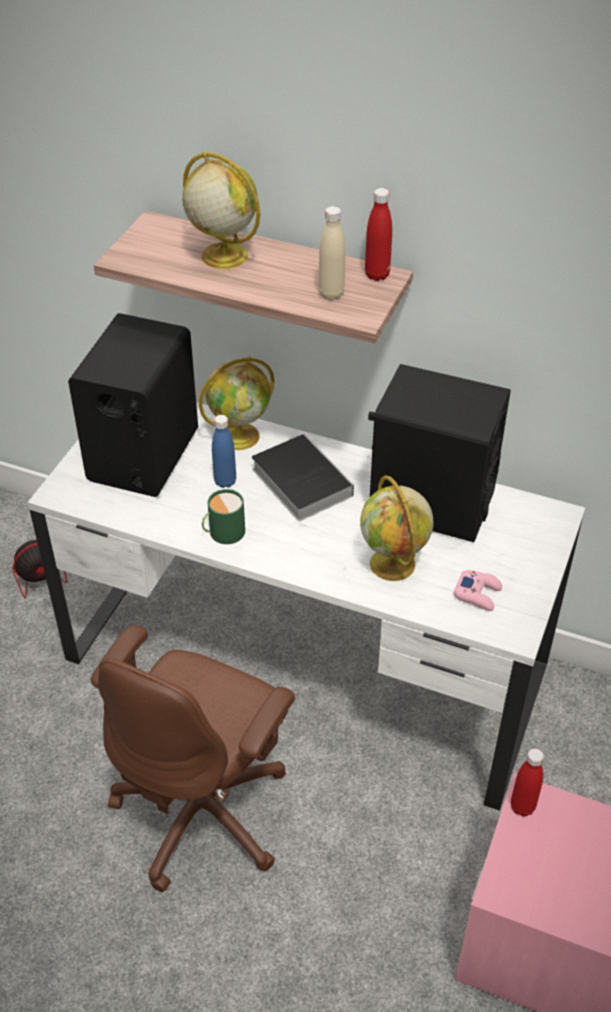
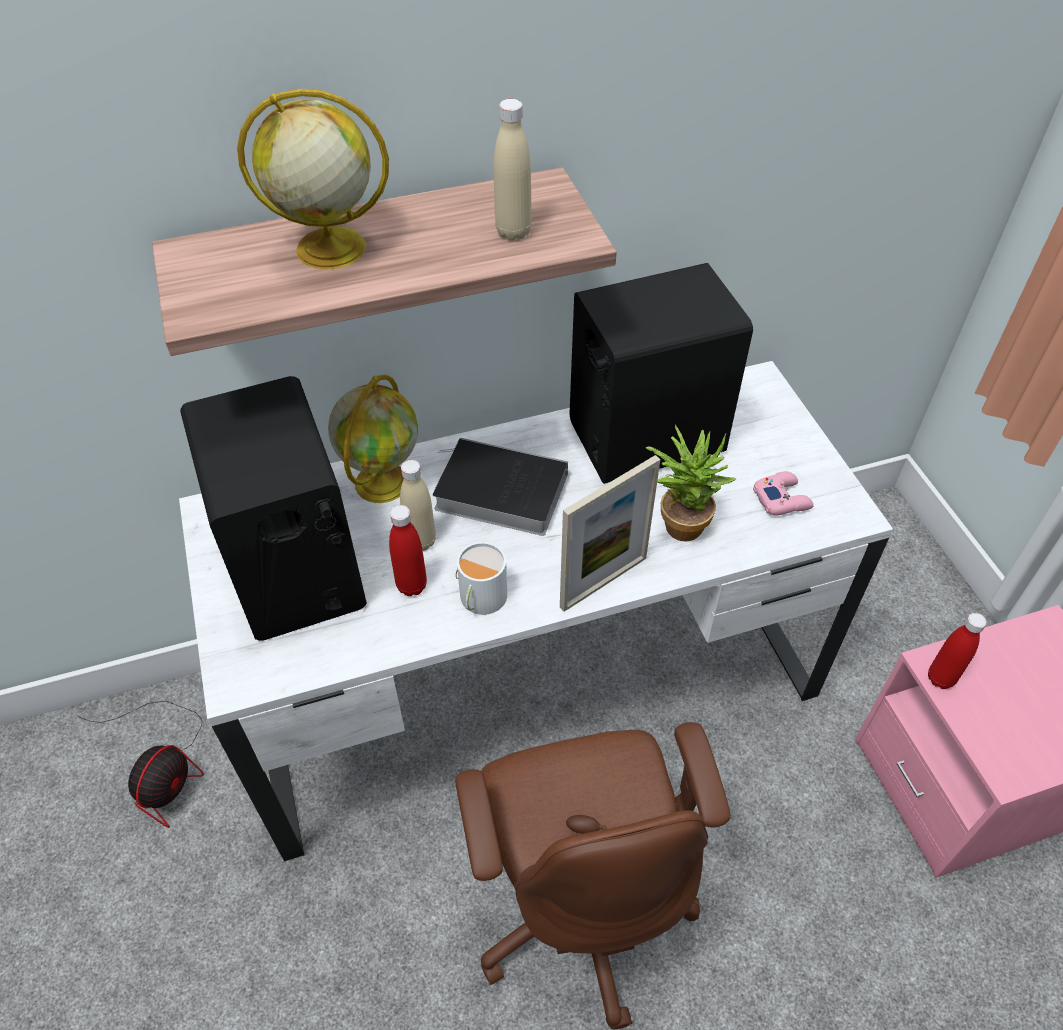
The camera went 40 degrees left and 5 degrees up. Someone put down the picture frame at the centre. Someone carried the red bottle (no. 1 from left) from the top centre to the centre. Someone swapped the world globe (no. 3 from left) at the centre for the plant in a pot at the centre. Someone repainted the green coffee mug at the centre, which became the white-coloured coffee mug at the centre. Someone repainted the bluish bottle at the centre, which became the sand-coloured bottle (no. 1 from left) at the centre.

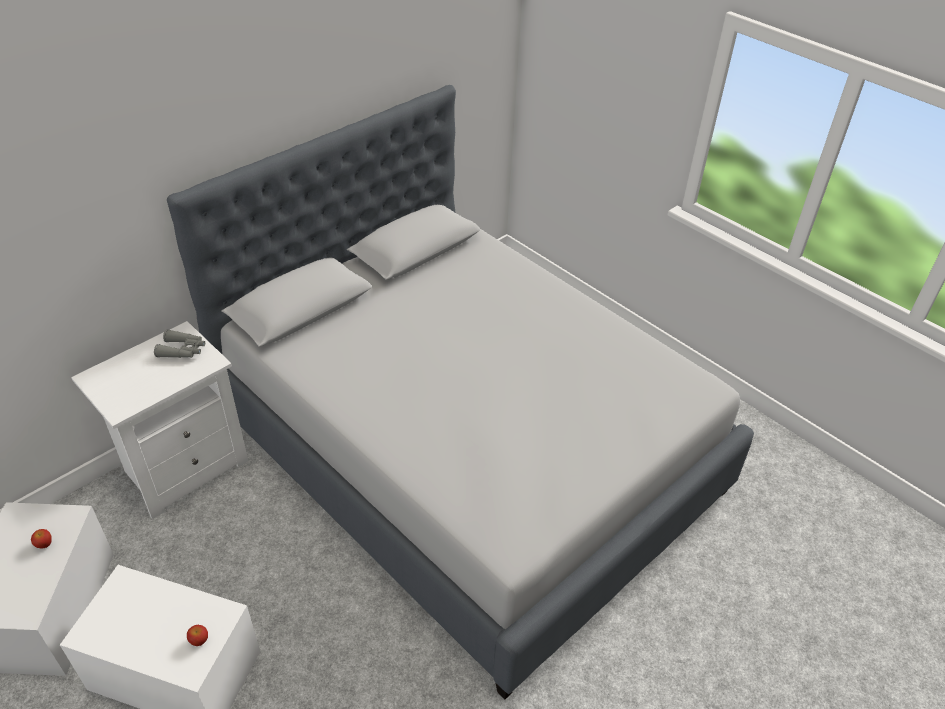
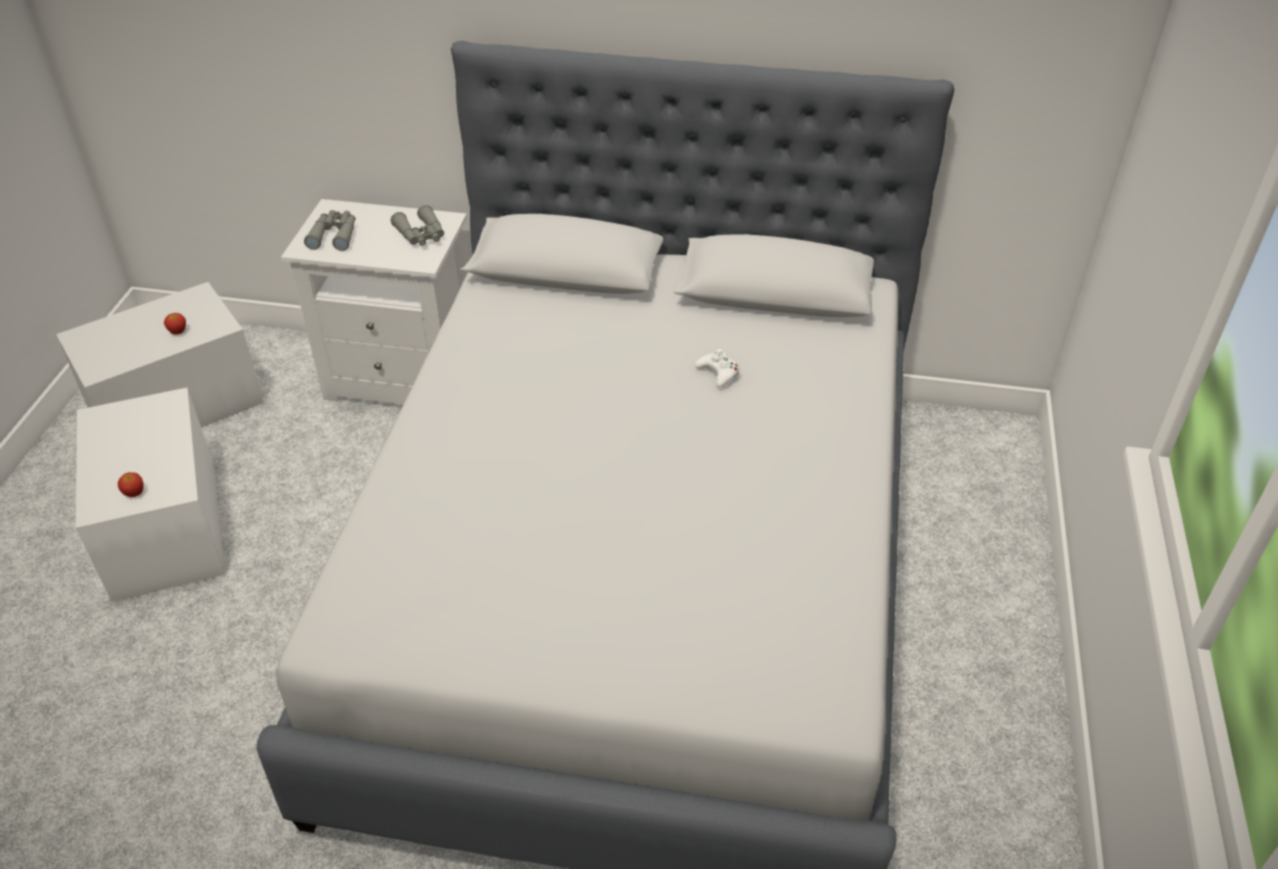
The camera went 55 degrees right and 0 degrees up. Someone put down the gray pair of binoculars (no. 1 from left) at the top left. Someone put down the white-coloured game controller at the centre.

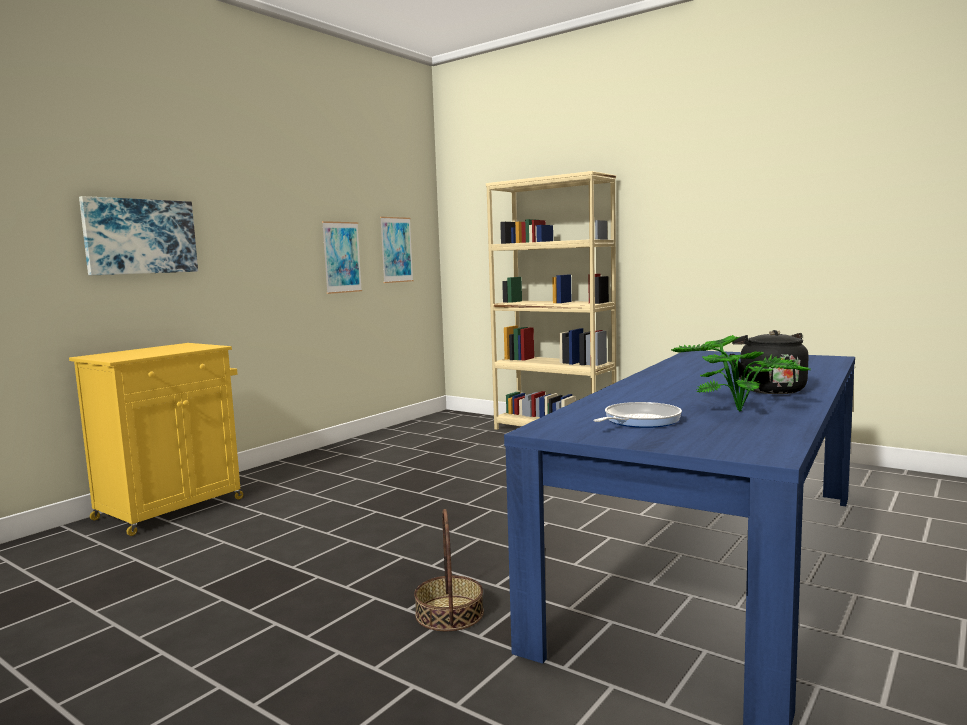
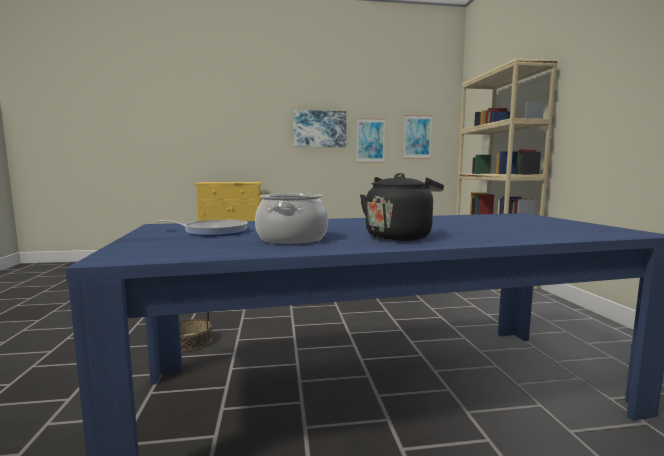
The camera went 45 degrees right and 0 degrees up. Someone carried the wall art (no. 1 from left) from the top left to the top centre. Someone swapped the plant in a pot at the middle right for the saucepot at the centre.

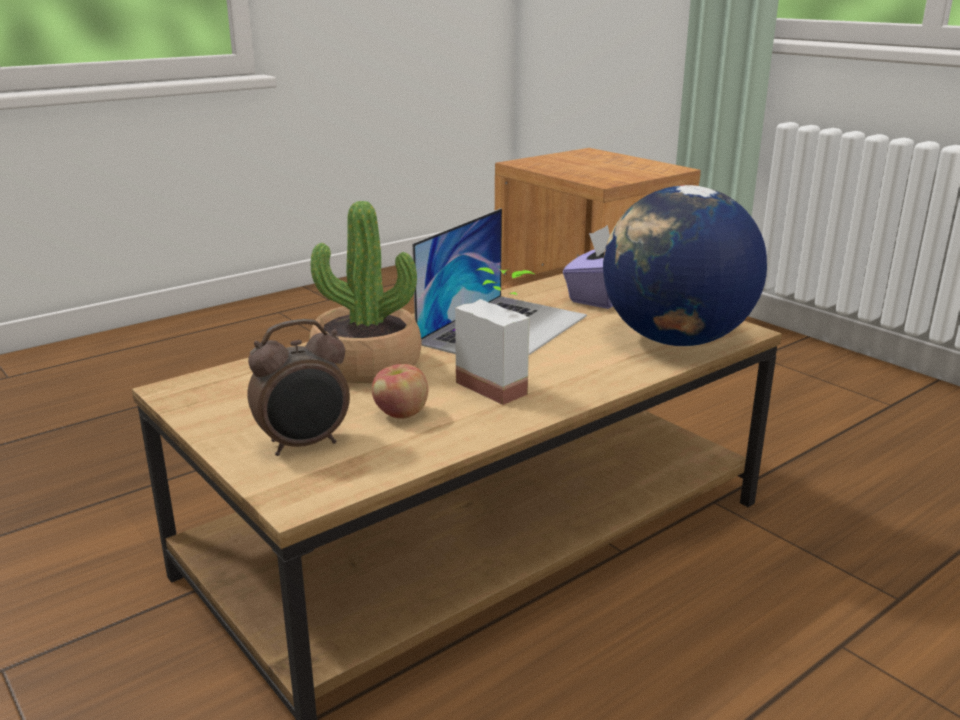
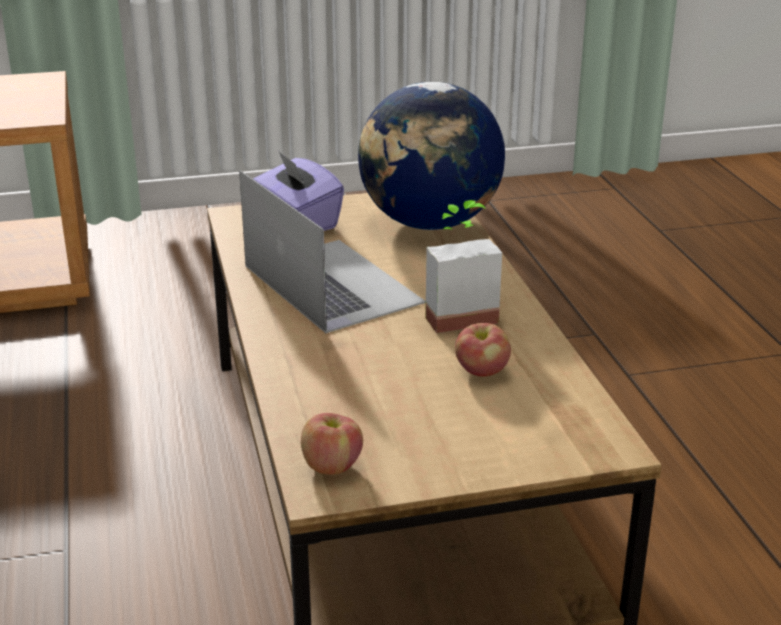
The camera went 65 degrees left and 5 degrees up. Someone took away the alarm clock at the middle left. Someone took away the plant in a pot (no. 1 from left) at the centre. Someone put down the whole apple (no. 1 from left) at the bottom centre.

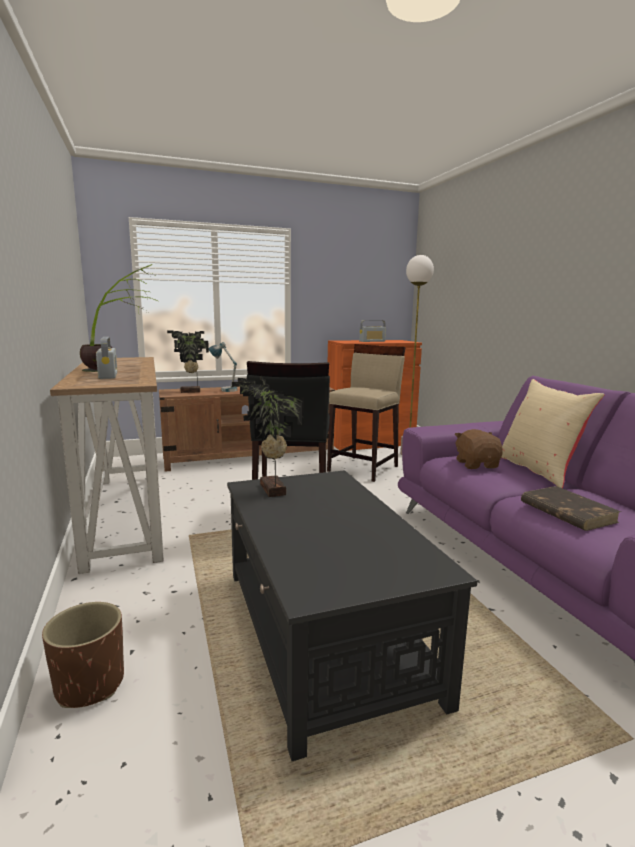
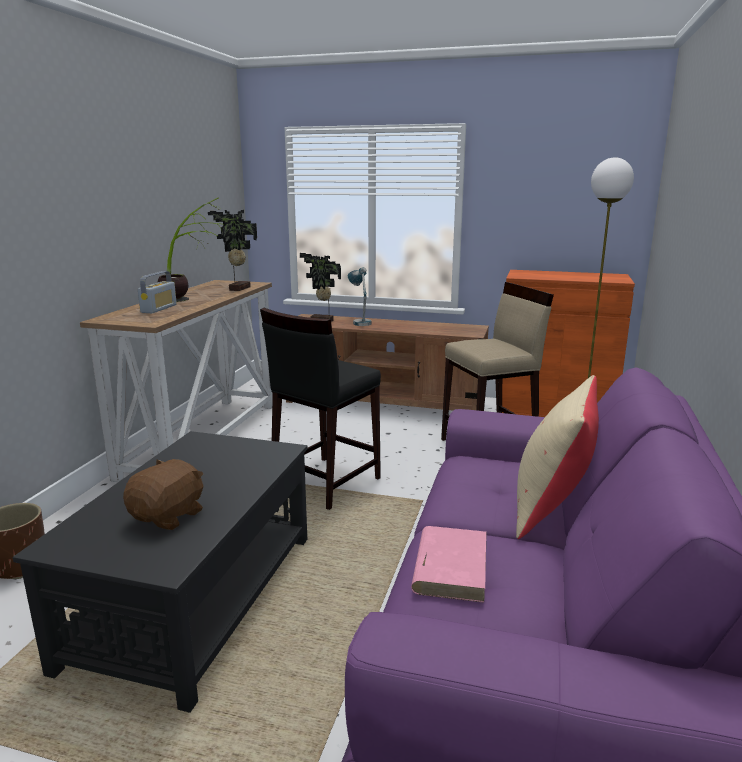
The camera went 35 degrees right and 5 degrees up. Someone took away the radio set (no. 2 from left) at the centre. Someone carried the plant in a pot (no. 3 from left in the first image) from the centre to the top left. Someone carried the brownish soft toy from the middle right to the middle left. Someone repainted the brownish volume at the middle right, which became the pink-coloured volume at the bottom centre.

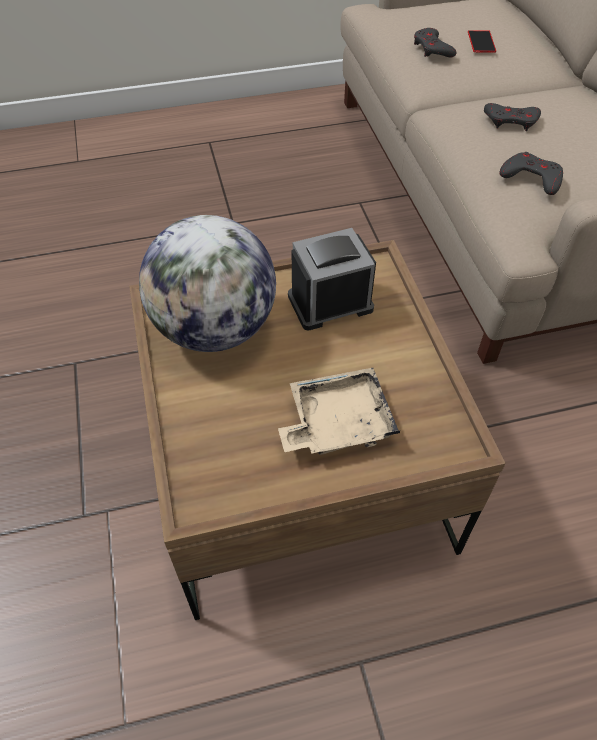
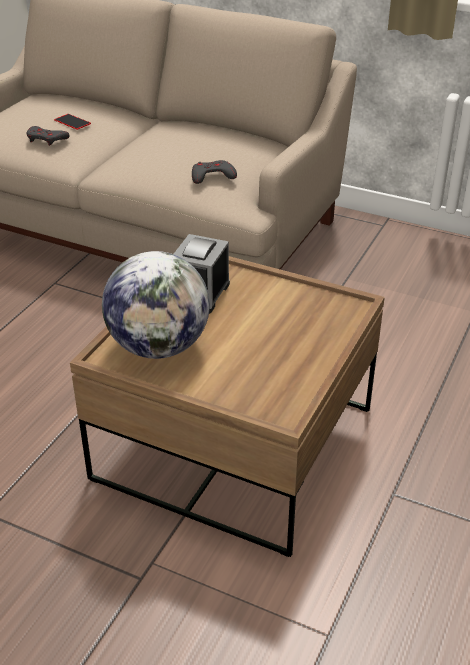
The camera went 50 degrees left and 15 degrees down. Someone took away the sand-coloured tray at the centre. Someone took away the gray game controller (no. 2 from left) at the top right.

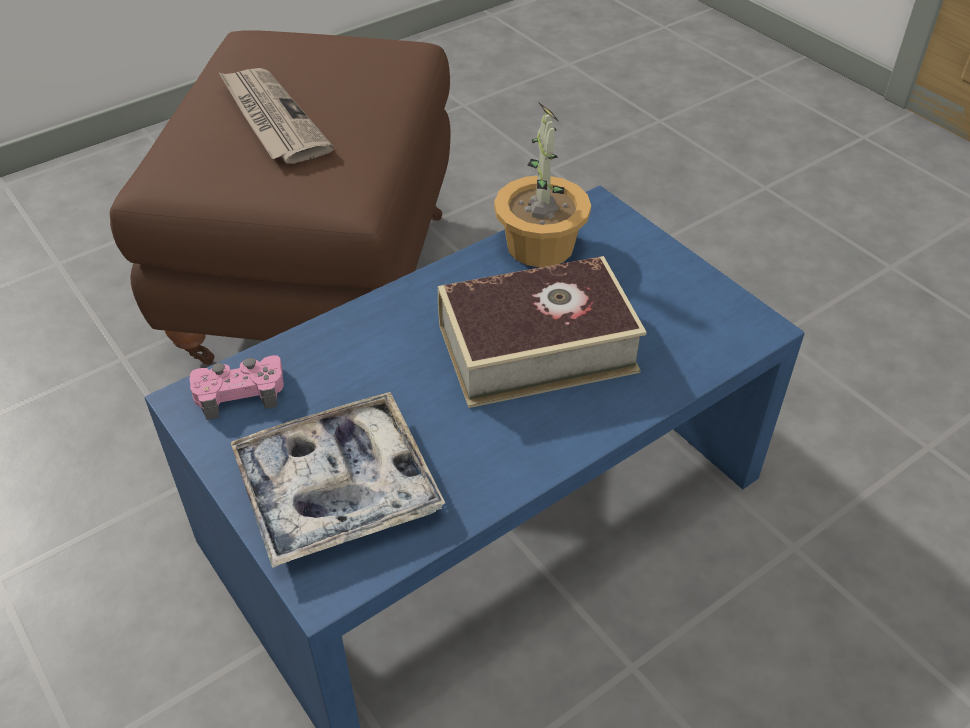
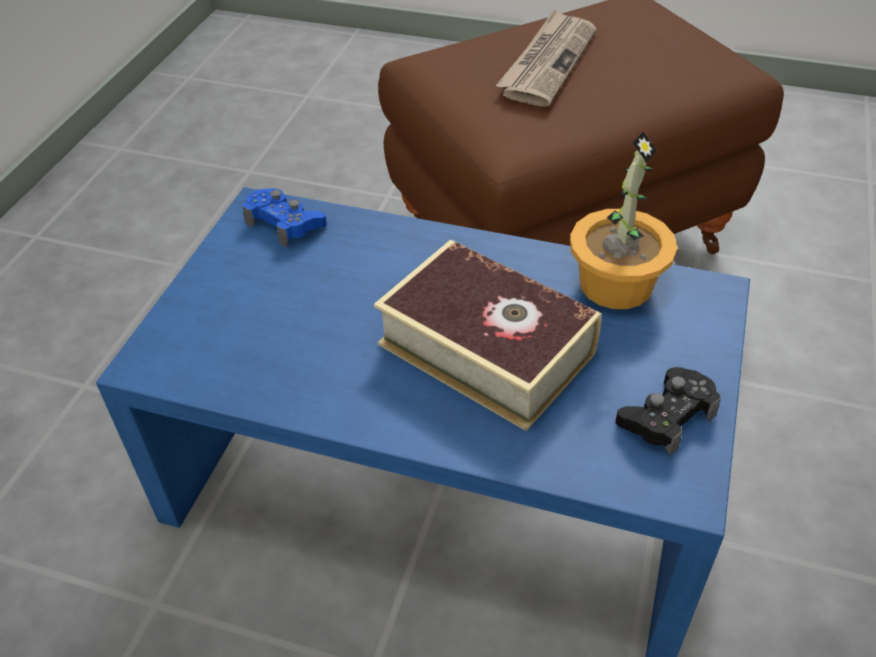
The camera went 55 degrees right and 0 degrees up. Someone took away the tray at the centre. Someone put down the black game controller at the middle right. Someone repainted the pink-coloured game controller at the middle left, which became the bluish game controller at the top left.

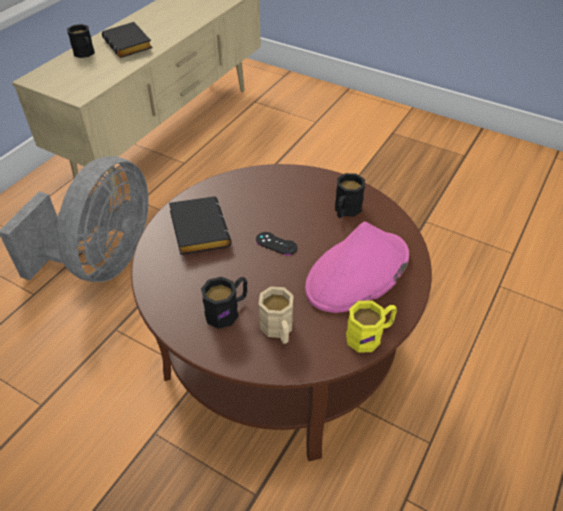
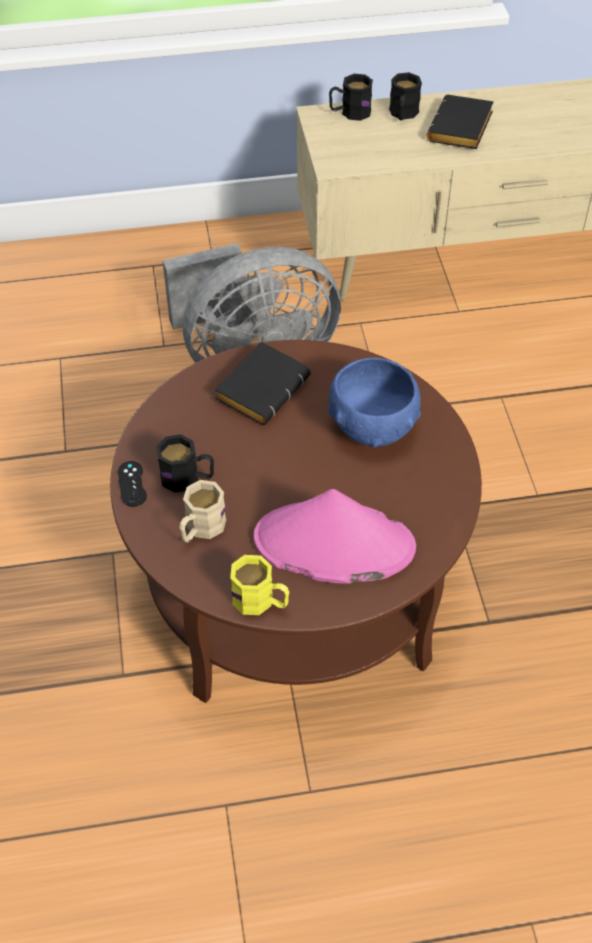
The camera went 50 degrees right and 5 degrees up. Someone put down the bluish deep dish at the centre. Someone carried the black game controller from the centre to the middle left. Someone carried the black coffee mug (no. 3 from left in the first image) from the centre to the top centre.

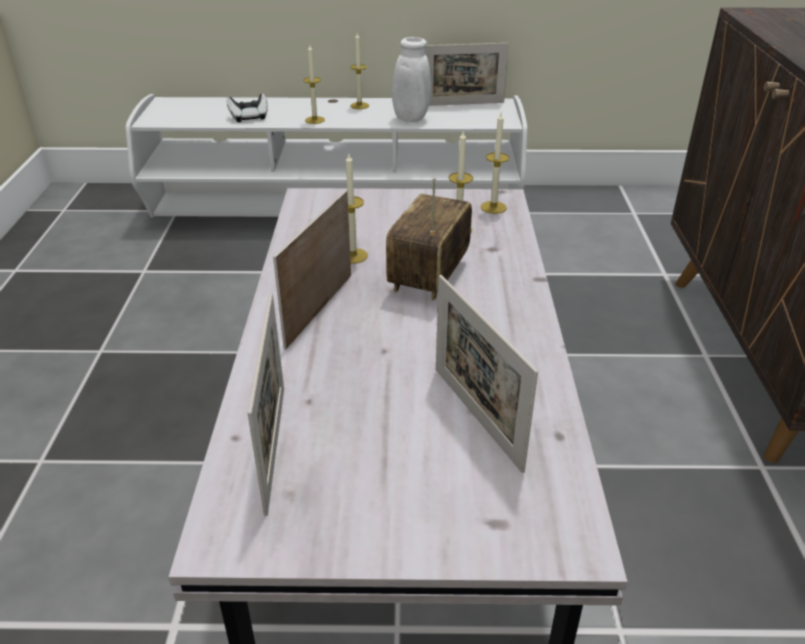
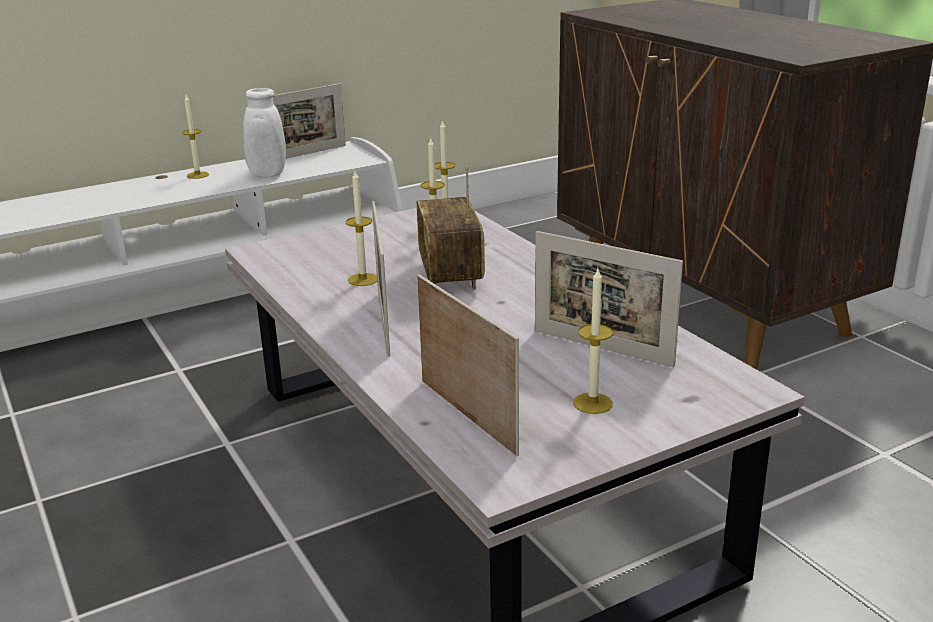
The camera went 30 degrees left and 10 degrees down. Someone took away the game controller at the top left. Someone carried the candle (no. 1 from left in the first image) from the top centre to the centre.

